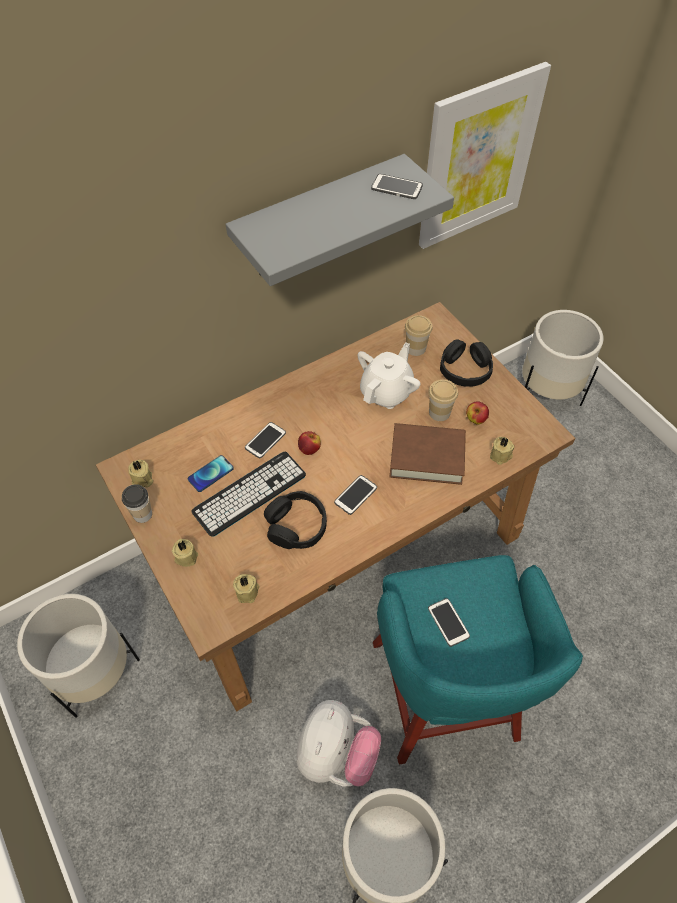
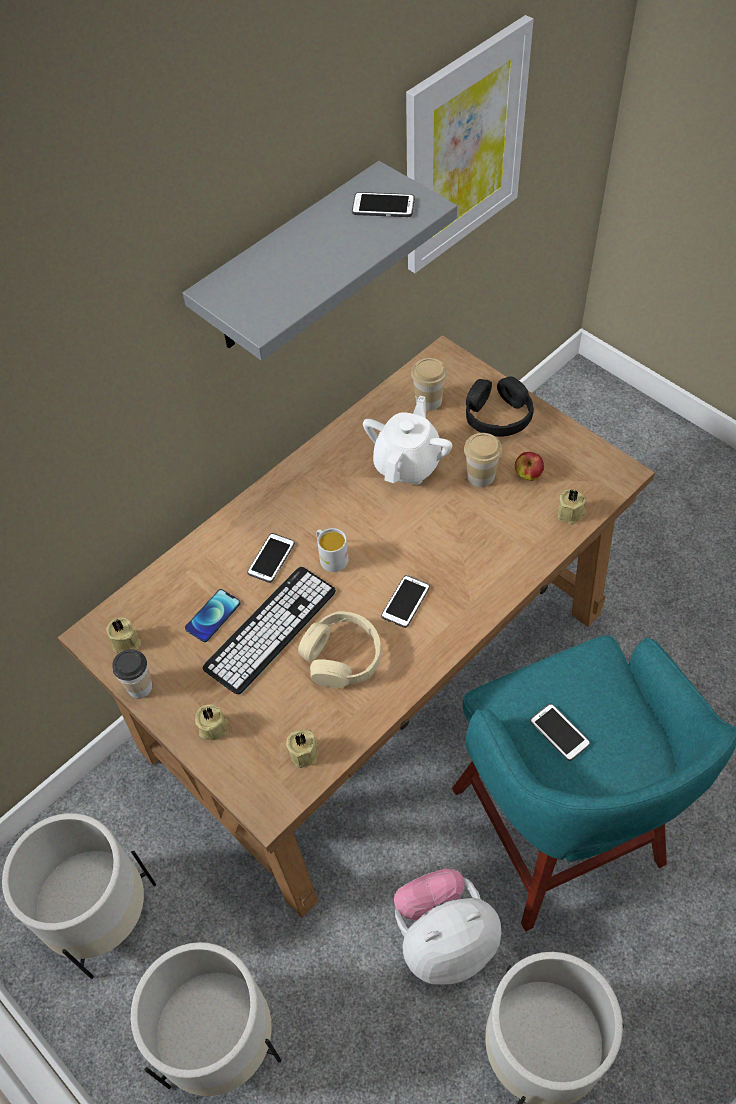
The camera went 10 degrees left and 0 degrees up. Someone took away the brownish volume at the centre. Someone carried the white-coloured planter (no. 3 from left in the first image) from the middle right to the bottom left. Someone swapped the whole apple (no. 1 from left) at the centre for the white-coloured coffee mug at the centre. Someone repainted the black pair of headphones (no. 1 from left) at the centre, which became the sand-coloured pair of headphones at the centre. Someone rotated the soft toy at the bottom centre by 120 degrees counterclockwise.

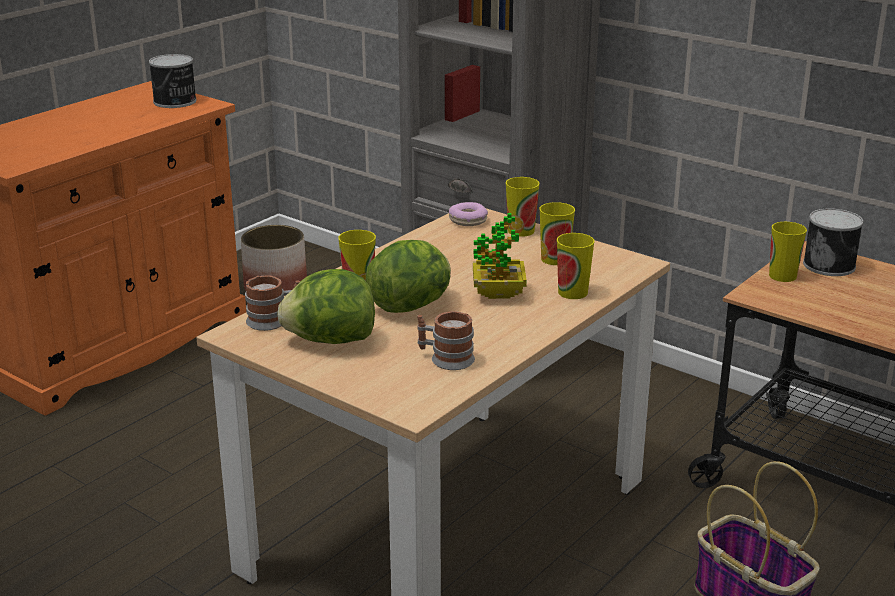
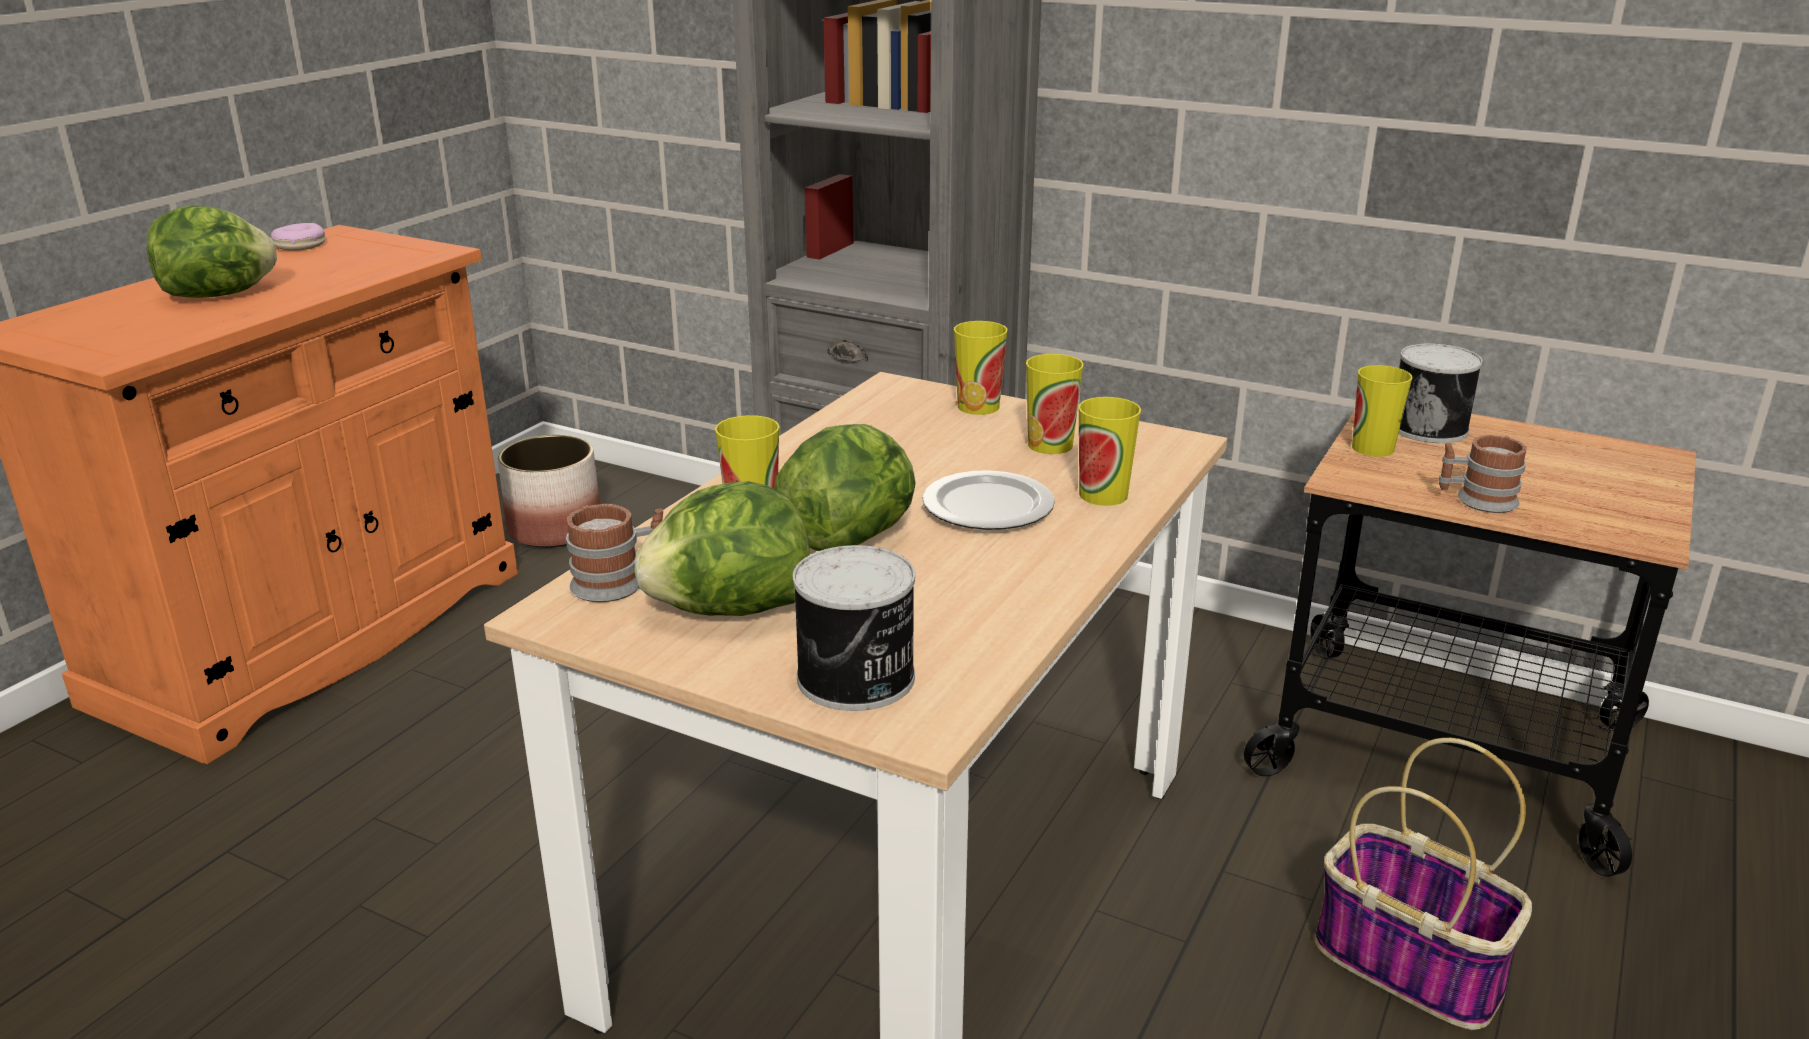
The camera went 10 degrees left and 0 degrees up. Someone put down the head of lettuce (no. 1 from left) at the top left. Someone carried the sealed can (no. 1 from left) from the top left to the centre. Someone carried the coffee mug (no. 2 from left) from the centre to the middle right. Someone carried the donut from the centre to the top left. Someone swapped the plant in a pot at the centre for the dinner plate at the centre.

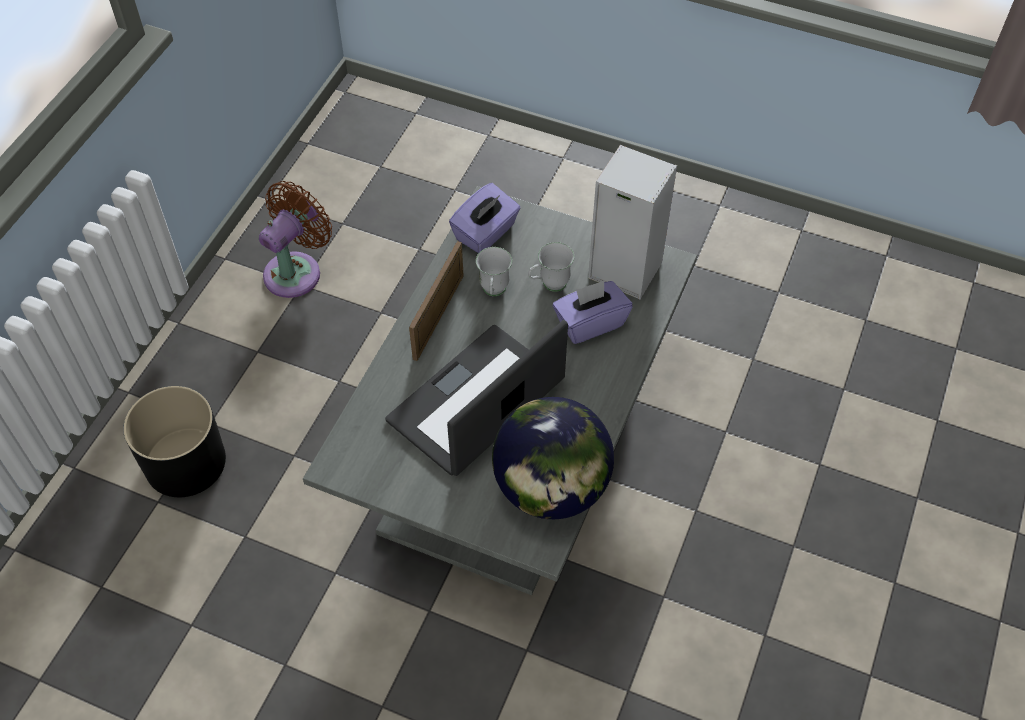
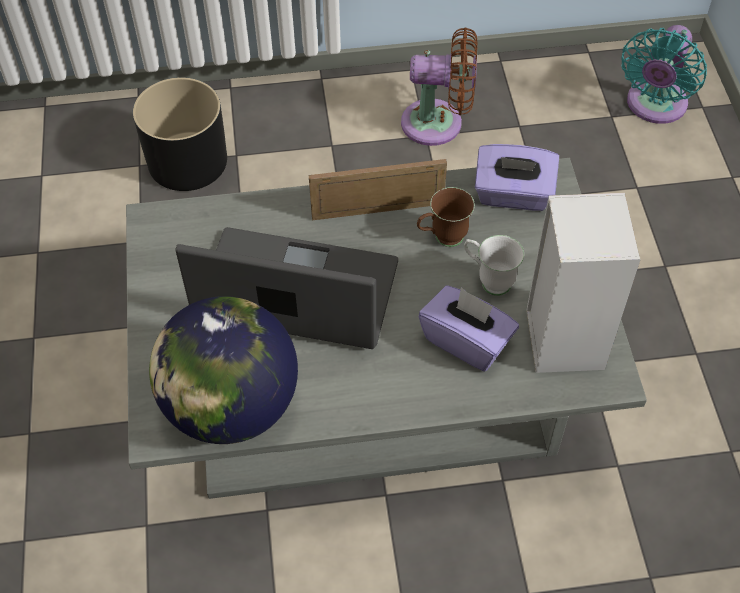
The camera went 60 degrees right and 0 degrees up. Someone put down the turquoise electric fan at the top right. Someone repainted the white-coloured coffee mug (no. 1 from left) at the centre, which became the brownish coffee mug at the centre.

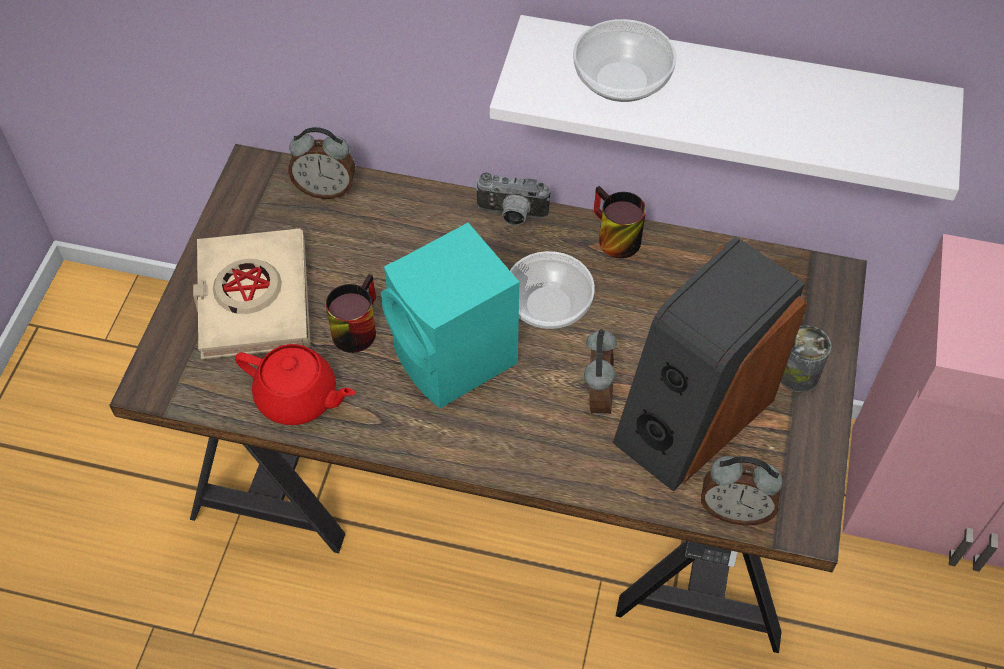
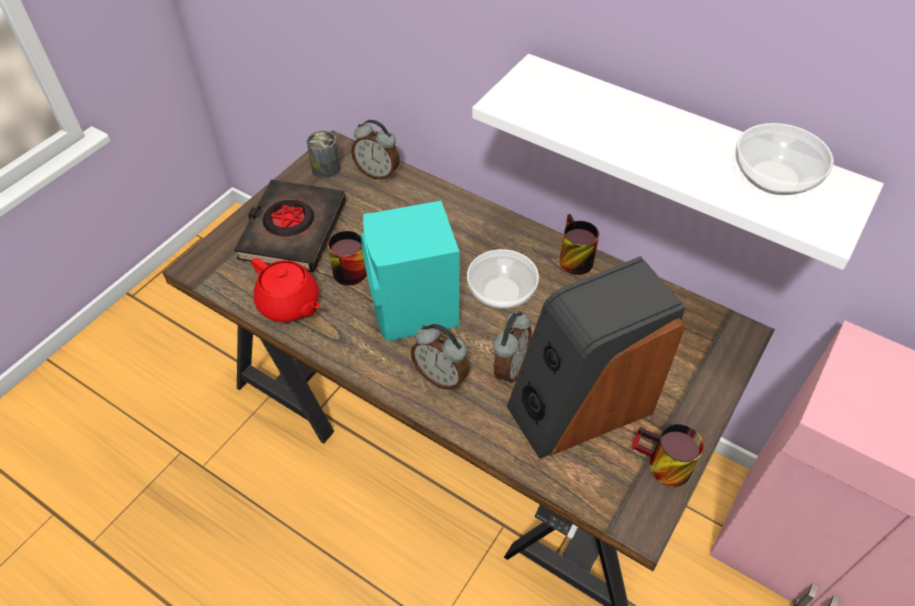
The camera went 20 degrees right and 5 degrees down. Someone took away the photo camera at the top centre. Someone put down the coffee mug (no. 3 from left) at the bottom right. Someone carried the deep dish (no. 2 from left) from the top centre to the top right. Someone carried the alarm clock (no. 3 from left in the first image) from the bottom right to the centre. Someone carried the sealed can from the middle right to the top centre. Someone repainted the sand-coloured volume at the middle left, which became the black volume at the middle left.

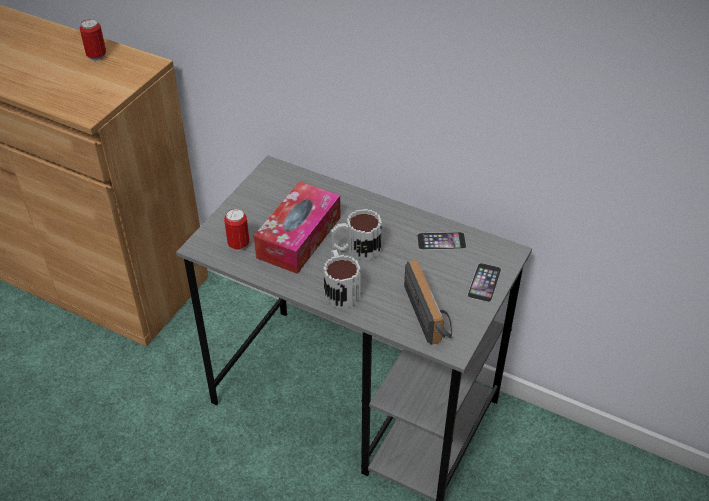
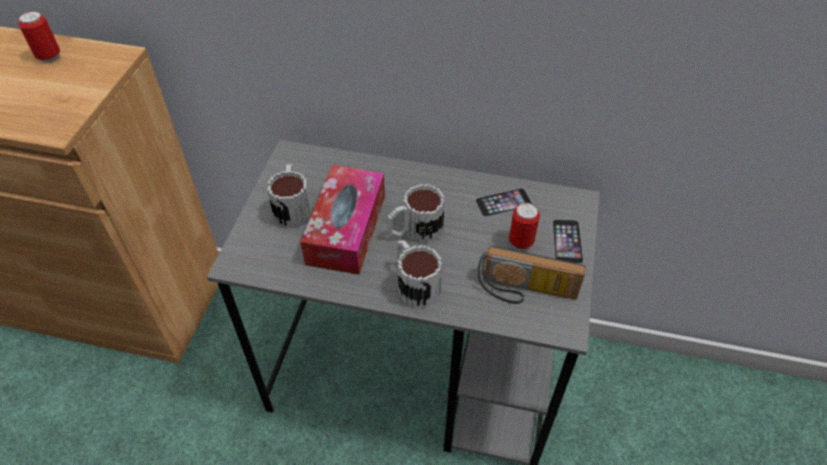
The camera went 15 degrees left and 5 degrees up. Someone put down the coffee mug (no. 1 from left) at the centre. Someone carried the sealed can (no. 2 from left) from the middle left to the centre. Someone rotated the radio set at the centre by 135 degrees clockwise.

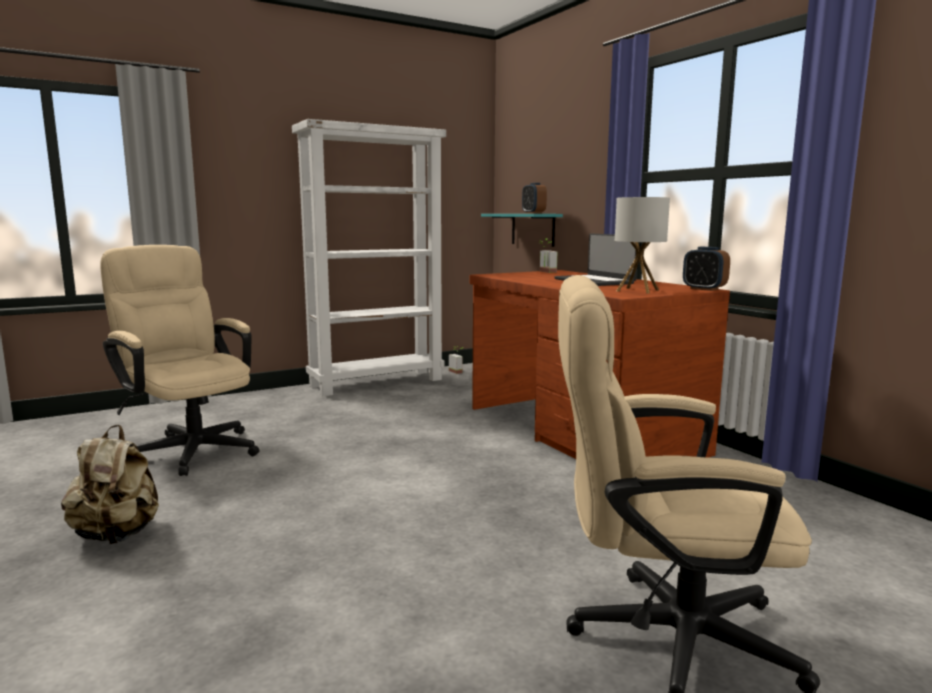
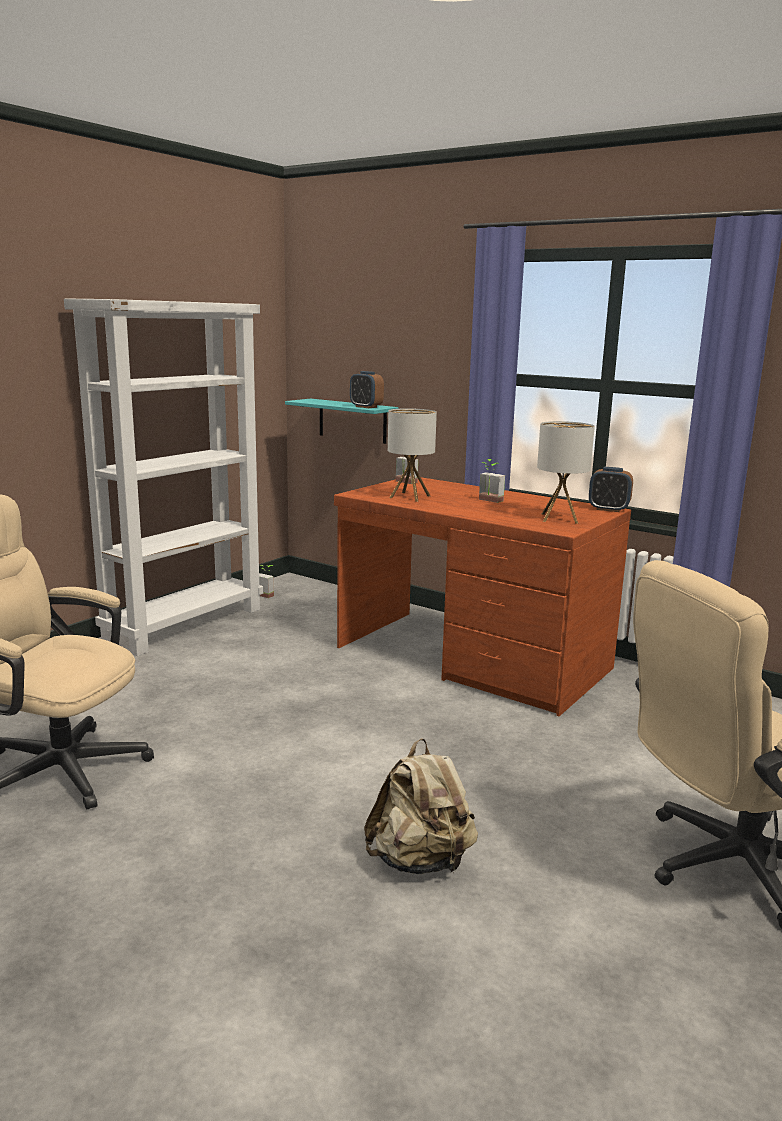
The camera went 25 degrees left and 5 degrees up. Someone put down the tabletop lamp (no. 1 from left) at the centre. Someone carried the sand-coloured backpack from the bottom left to the bottom centre. Someone swapped the portable computer at the centre for the plant in a pot (no. 3 from left) at the centre.

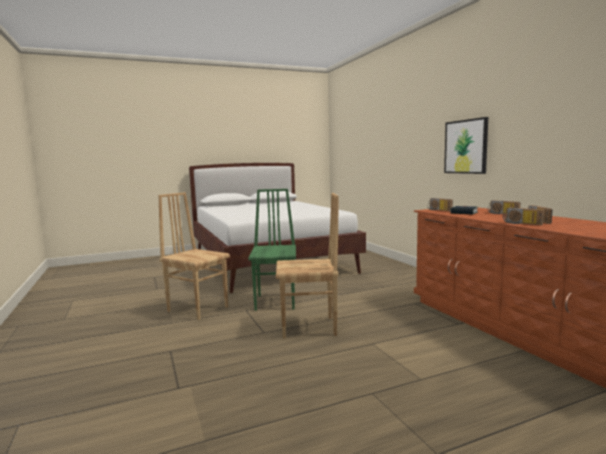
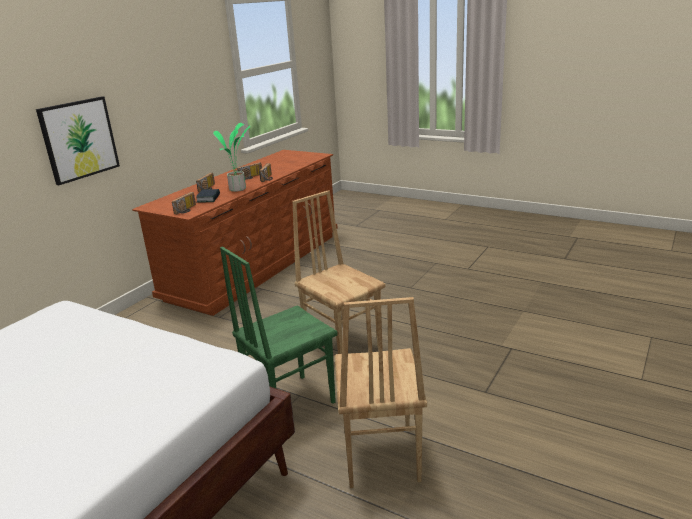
The camera went 125 degrees left and 15 degrees up. Someone put down the plant in a pot at the top centre.

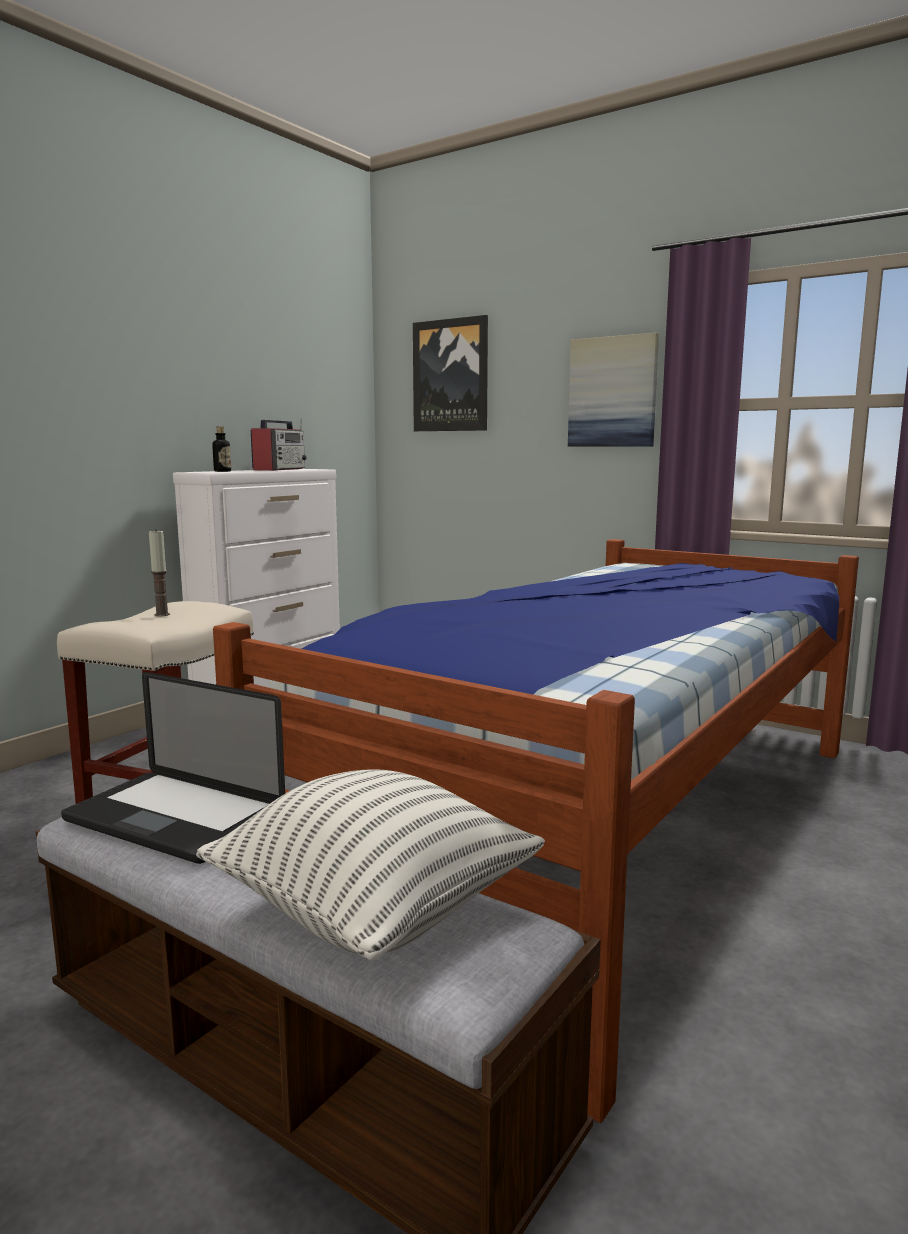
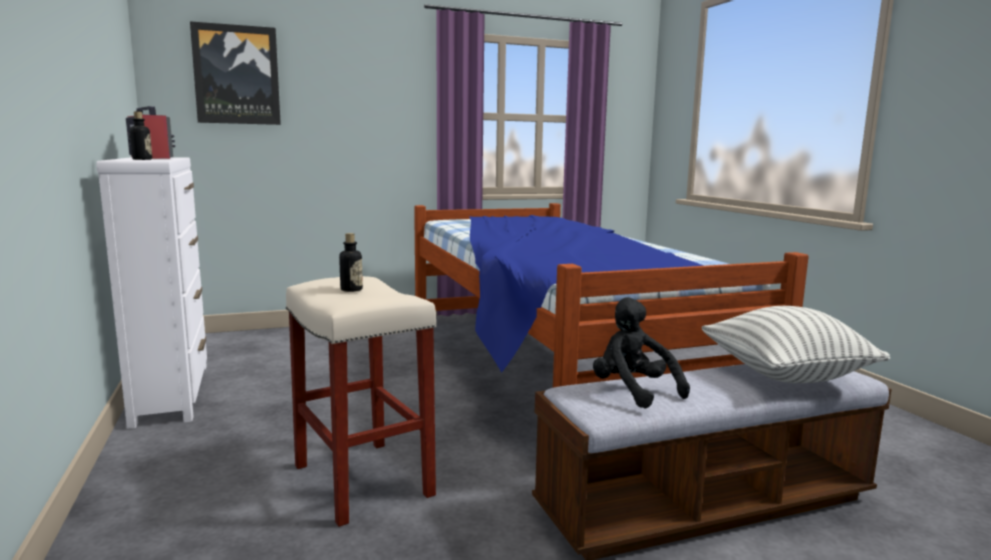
The camera went 55 degrees left and 0 degrees up. Someone took away the wall art (no. 2 from left) at the top right. Someone swapped the portable computer at the middle left for the black soft toy at the centre. Someone swapped the candle at the middle left for the bottle (no. 2 from left) at the centre.

